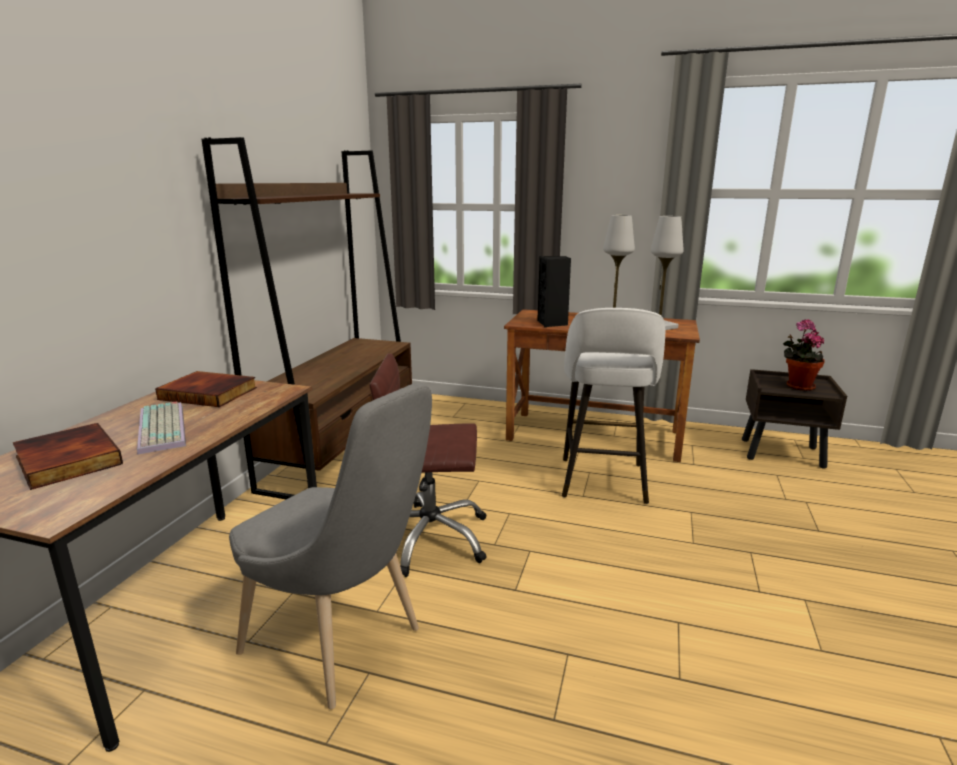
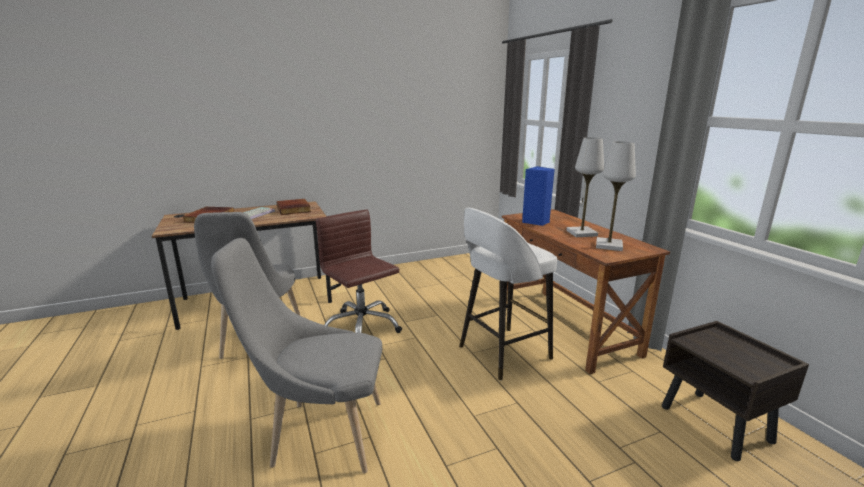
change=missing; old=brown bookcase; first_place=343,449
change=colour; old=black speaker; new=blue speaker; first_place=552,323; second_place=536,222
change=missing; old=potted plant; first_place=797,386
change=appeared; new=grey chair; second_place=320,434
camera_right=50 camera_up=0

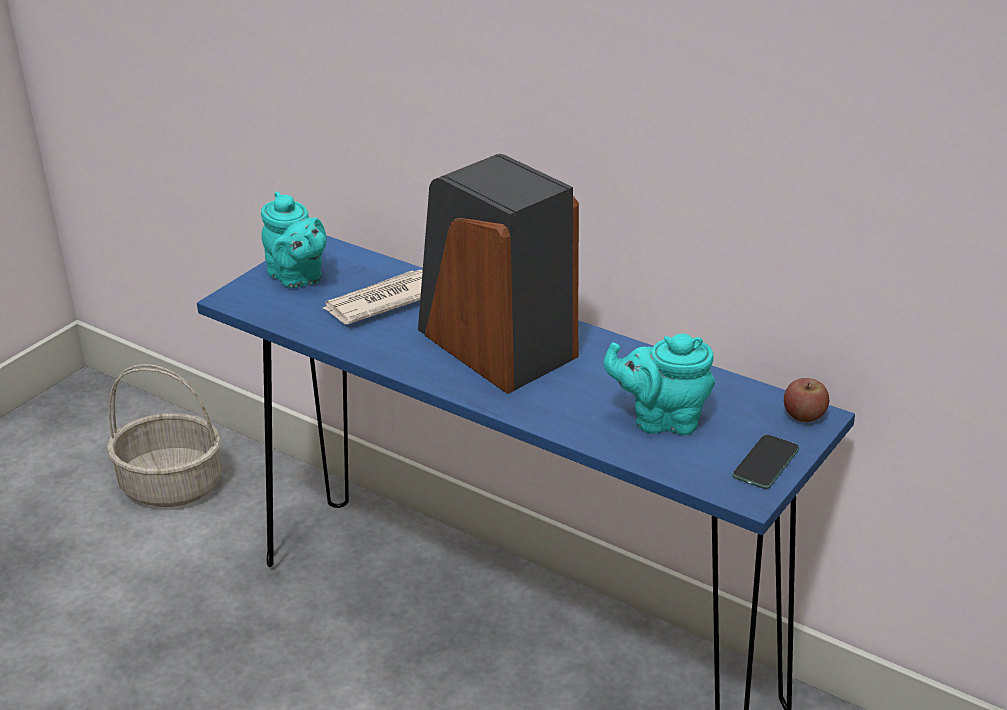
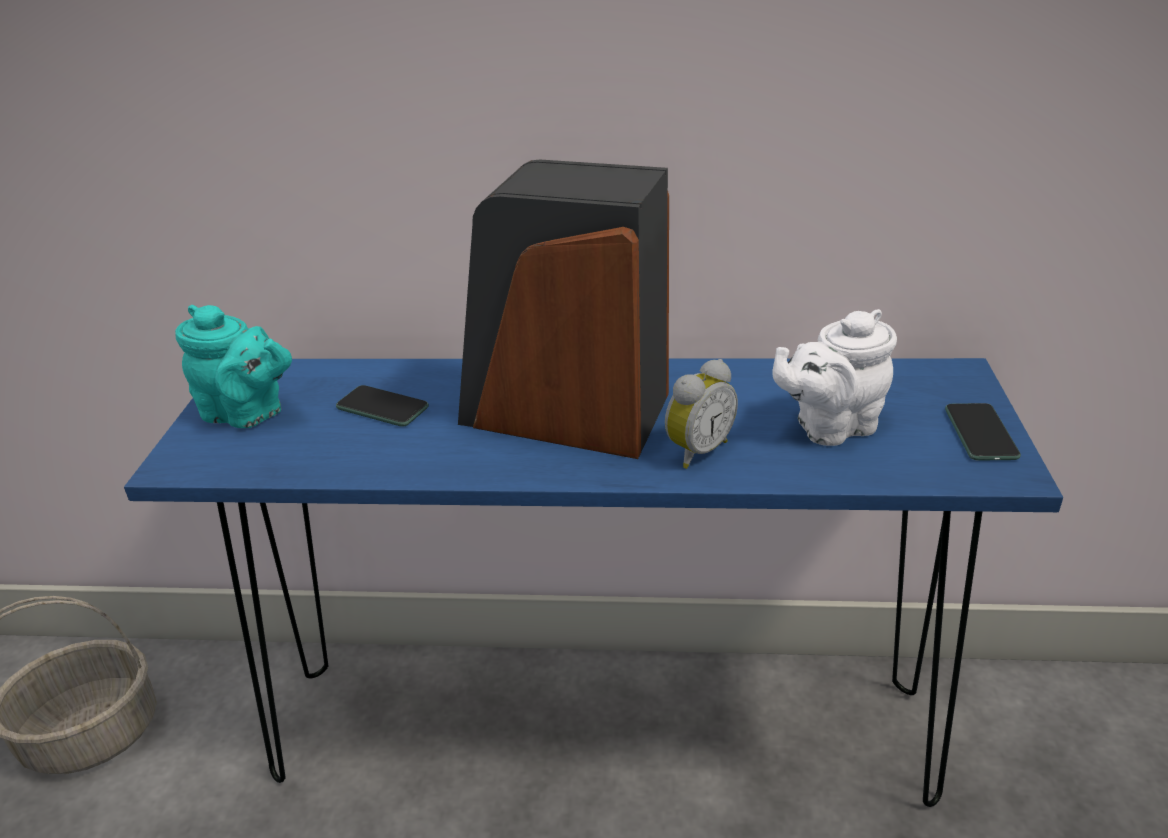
change=exchanged; old=newspaper; new=phone; first_place=382,302; second_place=382,407
change=colour; old=turquoise teapot; new=white teapot; first_place=662,420; second_place=830,427
change=missing; old=apple; first_place=804,415
change=appeared; new=alarm clock; second_place=696,450
camera_right=-30 camera_up=0

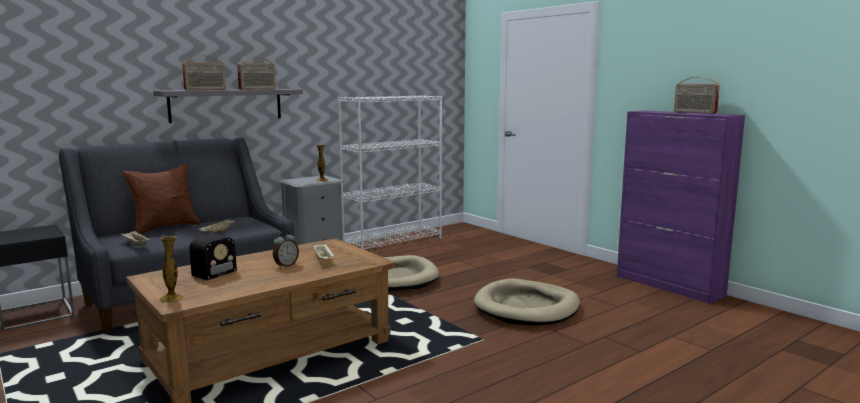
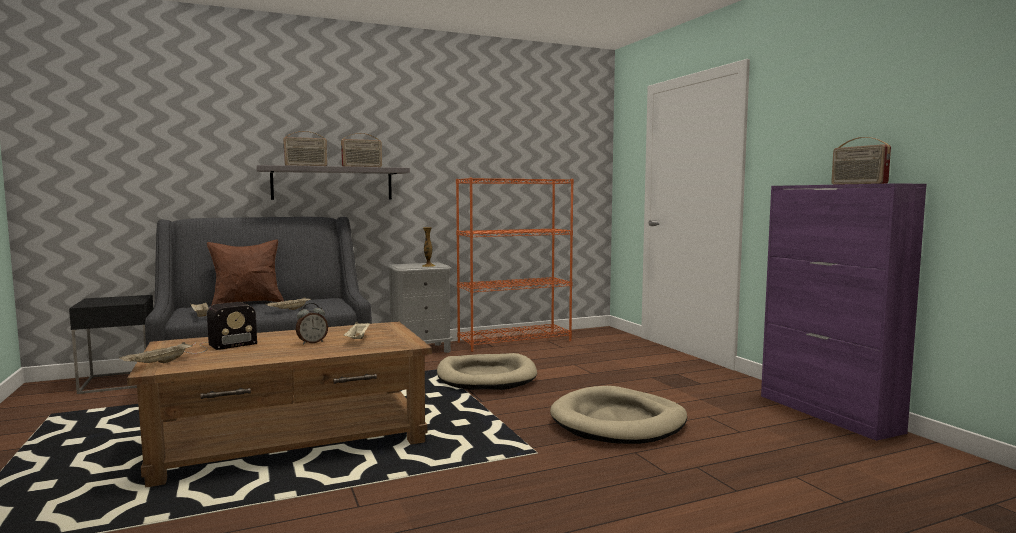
change=exchanged; old=vase; new=beige tray; first_place=171,298; second_place=158,364
change=colour; old=white bookcase; new=orange bookcase; first_place=393,242; second_place=515,341
camera_right=15 camera_up=-5

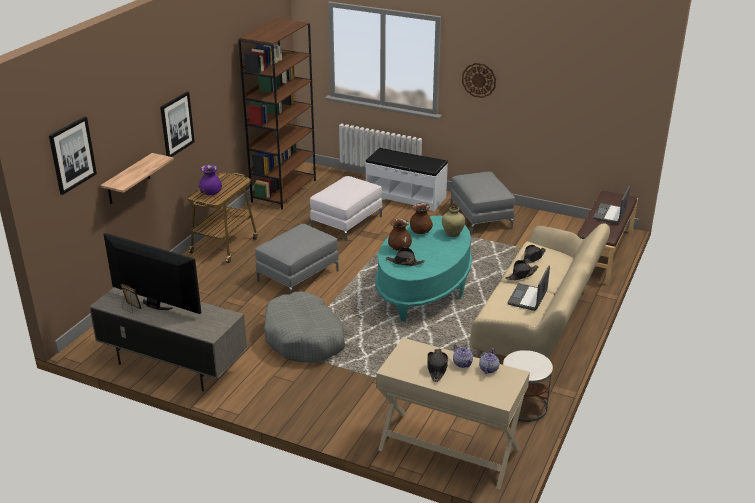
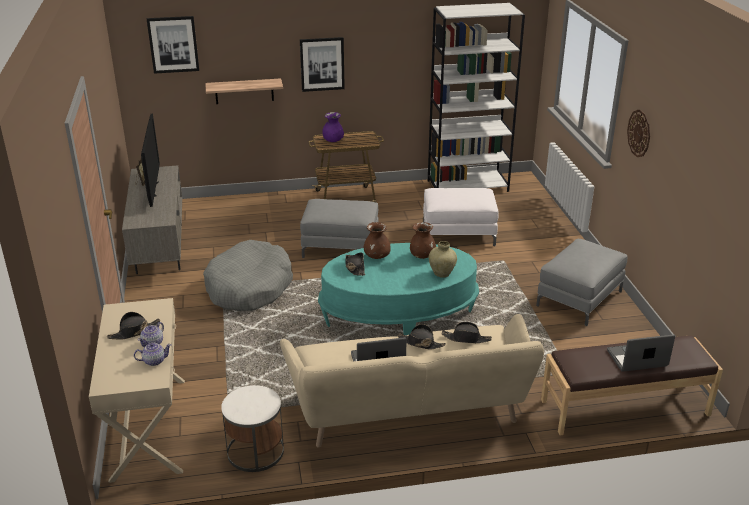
change=colour; old=brown bookcase; new=white bookcase; first_place=284,191; second_place=468,186
change=missing; old=white bench; first_place=406,196
camera_right=55 camera_up=0

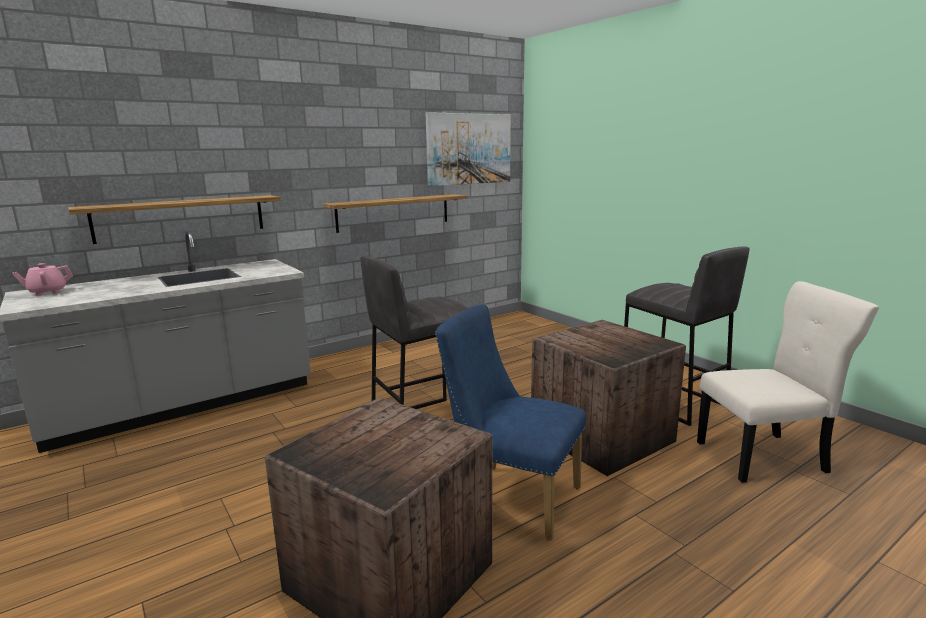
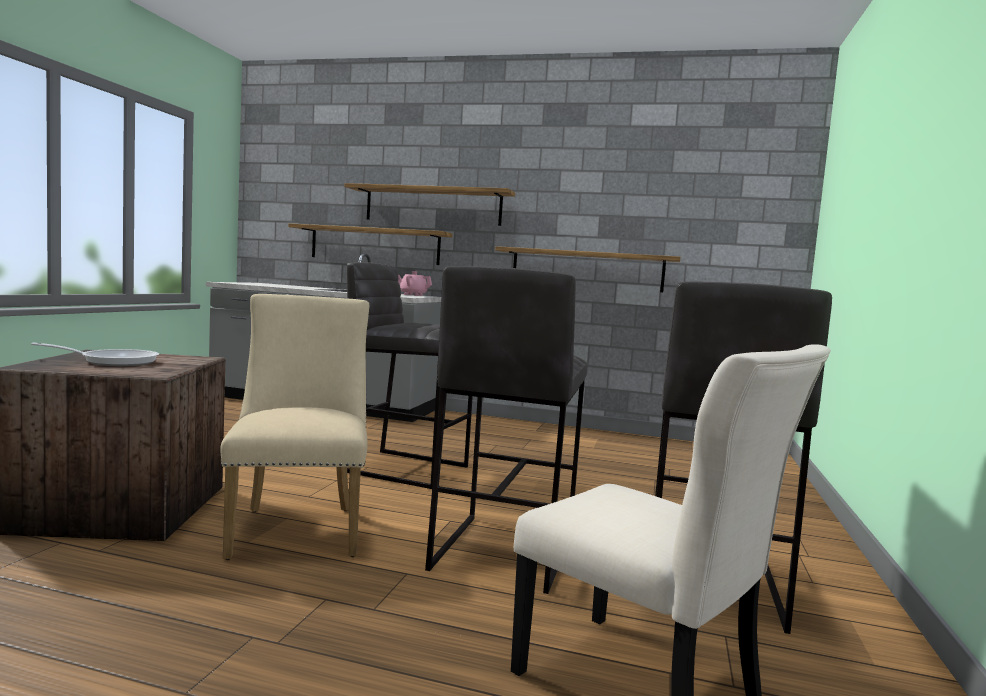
change=relocated; old=pink teapot; first_place=47,292; second_place=413,295
change=missing; old=picture; first_place=469,149
change=colour; old=blue chair; new=beige chair; first_place=510,496; second_place=298,527
change=exchanged; old=crate; new=grey stool; first_place=601,438; second_place=502,551
change=appeared; new=frying pan; second_place=113,361
change=appeared; new=shelf; second_place=433,206
camera_right=50 camera_up=-10

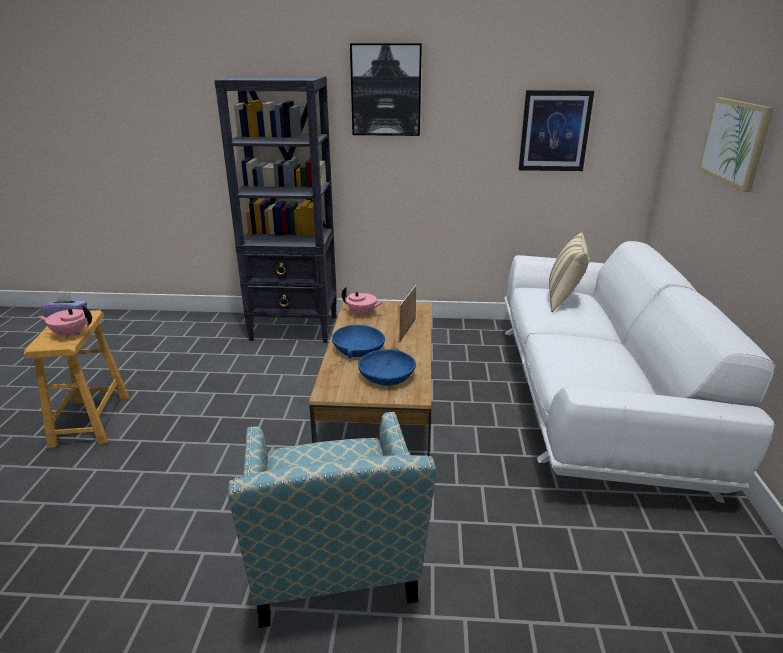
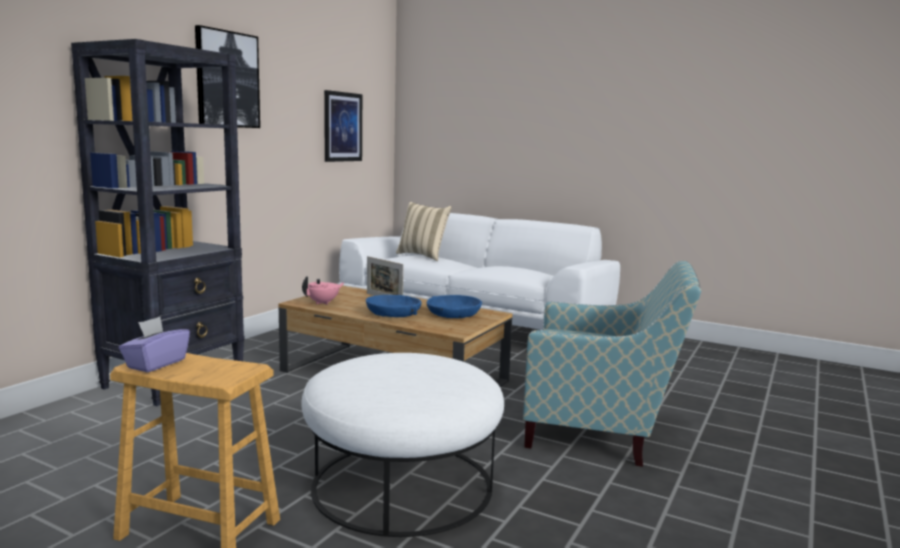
change=missing; old=pink teapot; first_place=70,334
change=missing; old=picture; first_place=734,142
change=appeared; new=white ottoman; second_place=402,484
camera_right=-65 camera_up=-15

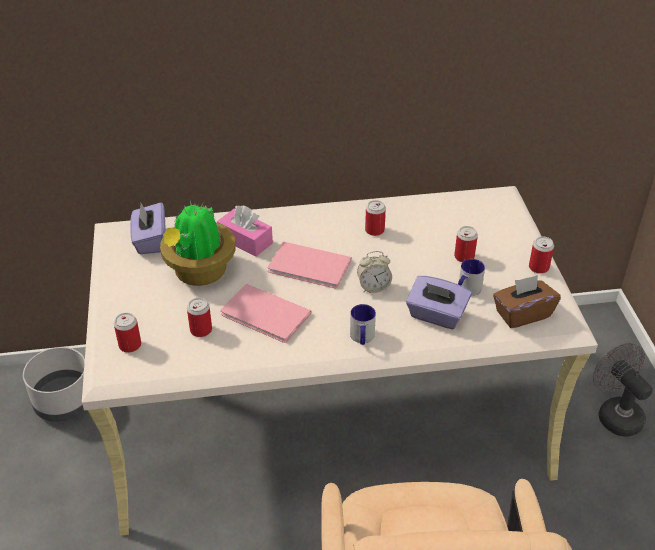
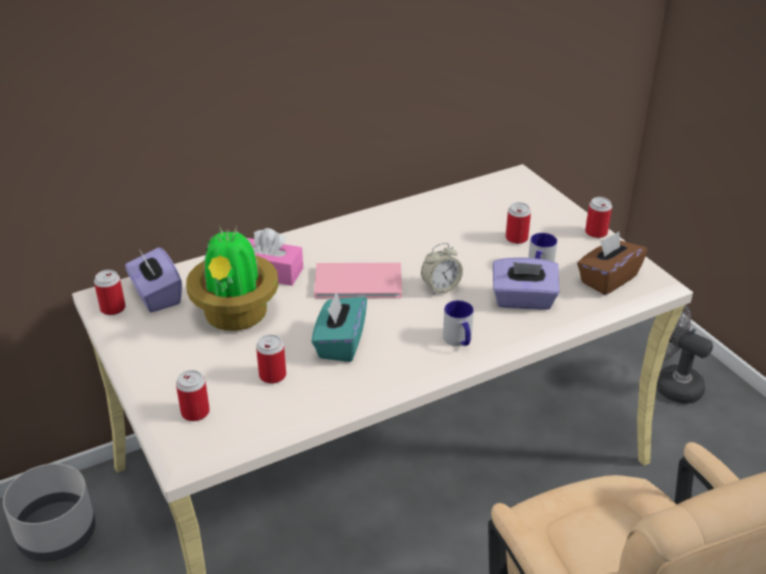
change=exchanged; old=pink book; new=turquoise tissue box; first_place=266,316; second_place=340,343
change=relocated; old=can; first_place=374,230; second_place=113,308
camera_right=-20 camera_up=-5

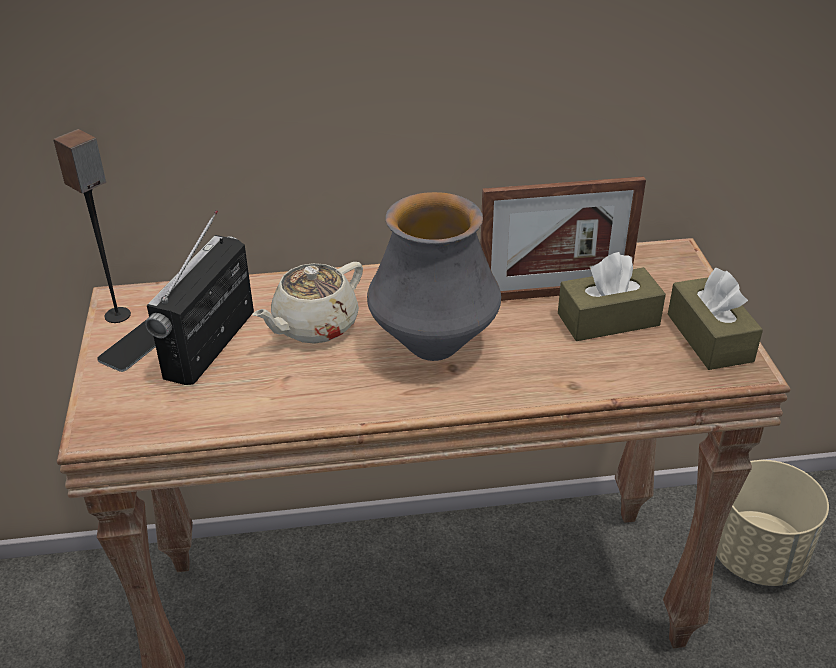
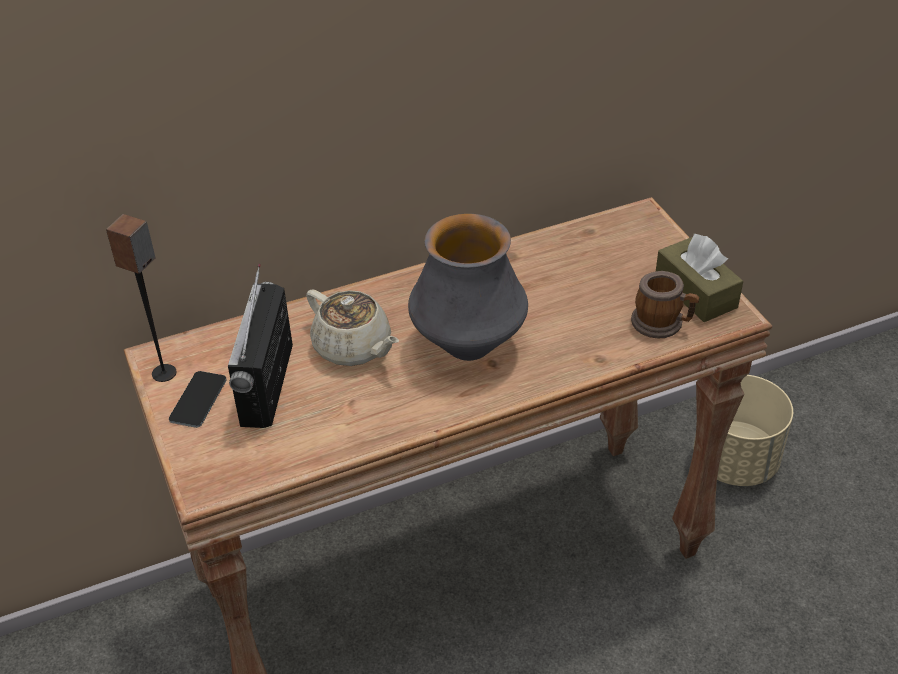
change=spun; old=beige teapot; first_place=314,326; second_place=353,348; degrees=-75
change=missing; old=picture frame; first_place=554,294
change=missing; old=brown tissue box; first_place=608,319
change=appeared; new=mug; second_place=662,323
camera_right=-15 camera_up=5

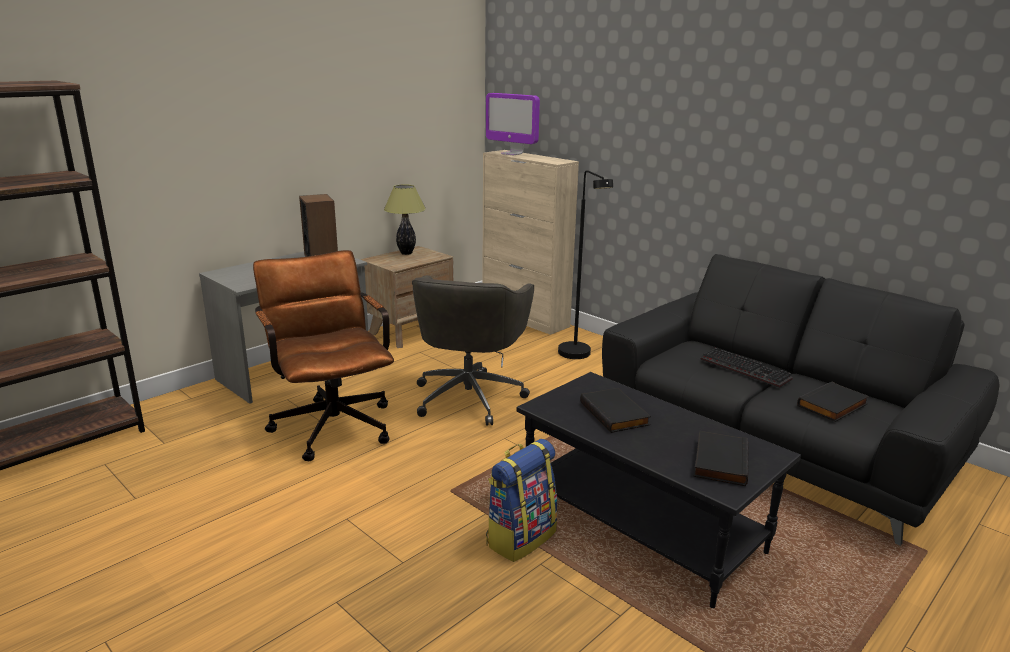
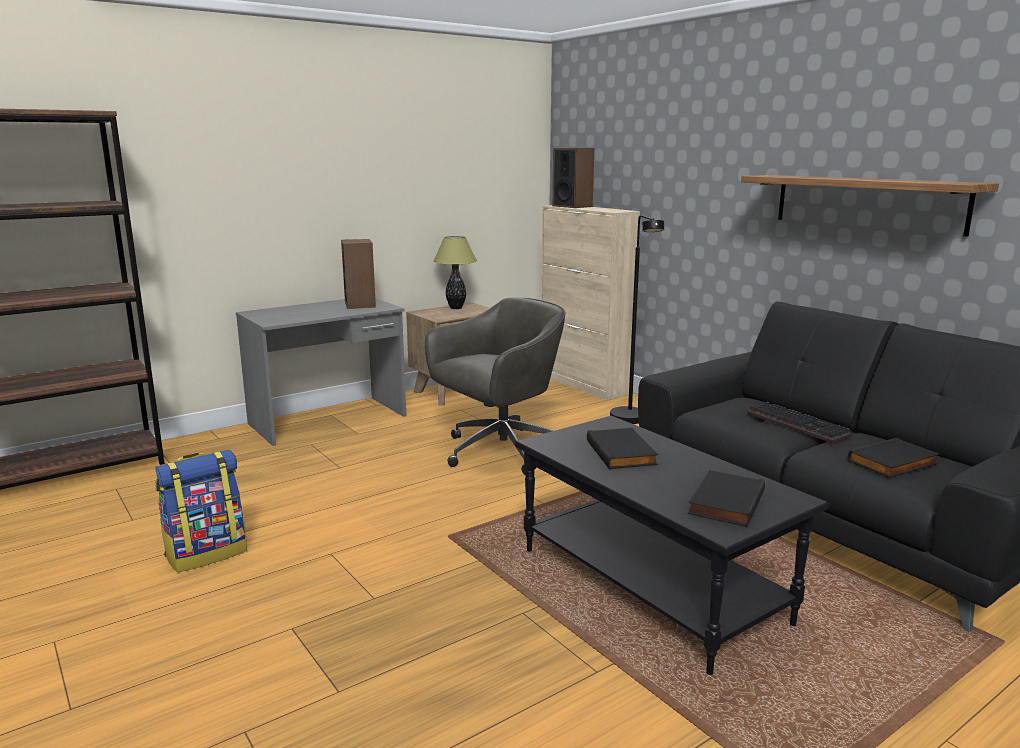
change=missing; old=brown office chair; first_place=331,422
change=spun; old=grey office chair; first_place=469,396; second_place=499,452; degrees=-150
change=exchanged; old=monitor; new=speaker; first_place=512,154; second_place=572,206
change=relocated; old=backpack; first_place=520,537; second_place=207,553
change=appeared; new=shelf; second_place=867,203
camera_right=10 camera_up=-5

